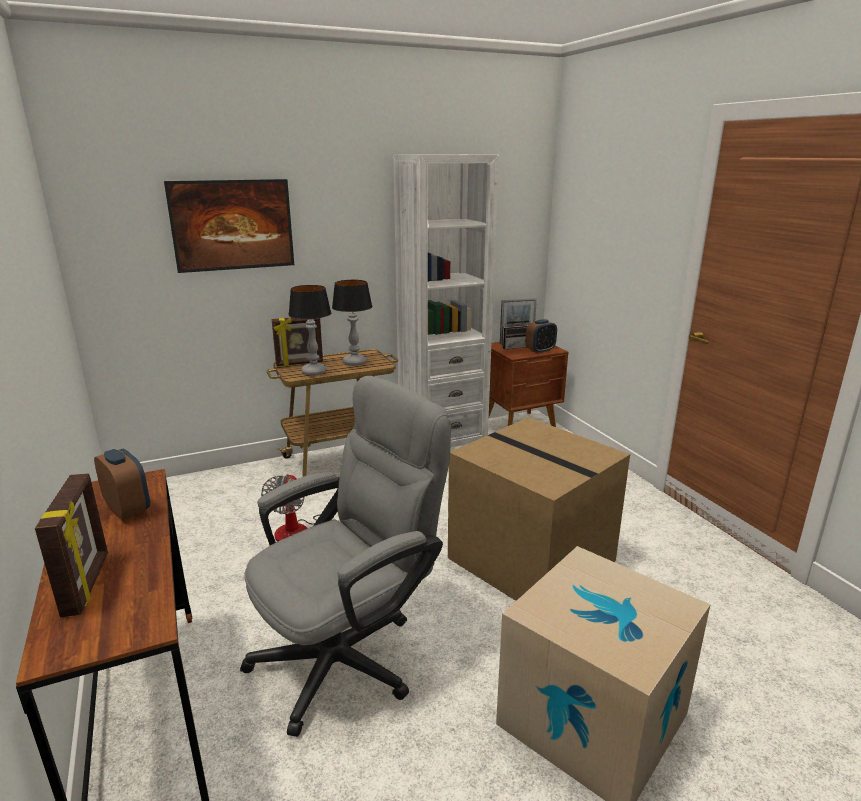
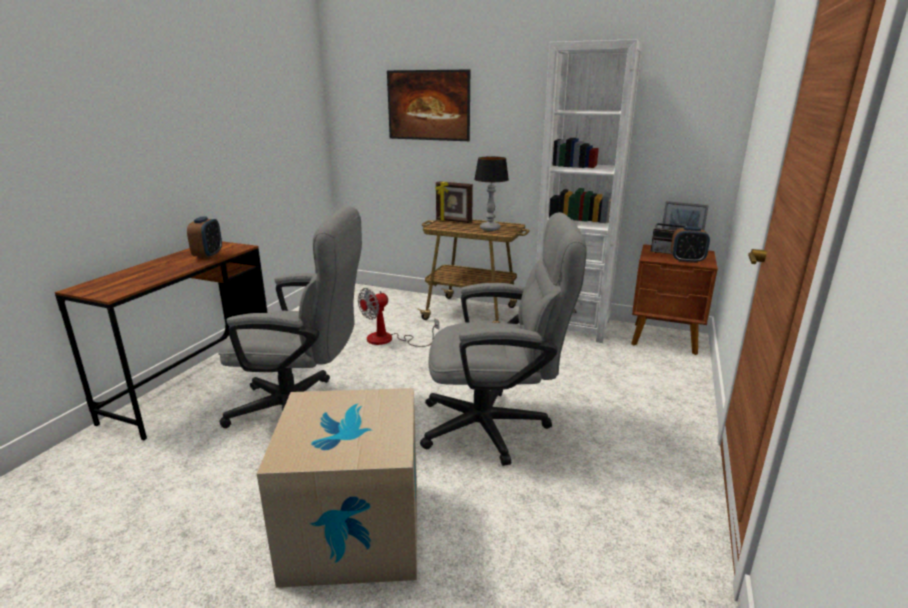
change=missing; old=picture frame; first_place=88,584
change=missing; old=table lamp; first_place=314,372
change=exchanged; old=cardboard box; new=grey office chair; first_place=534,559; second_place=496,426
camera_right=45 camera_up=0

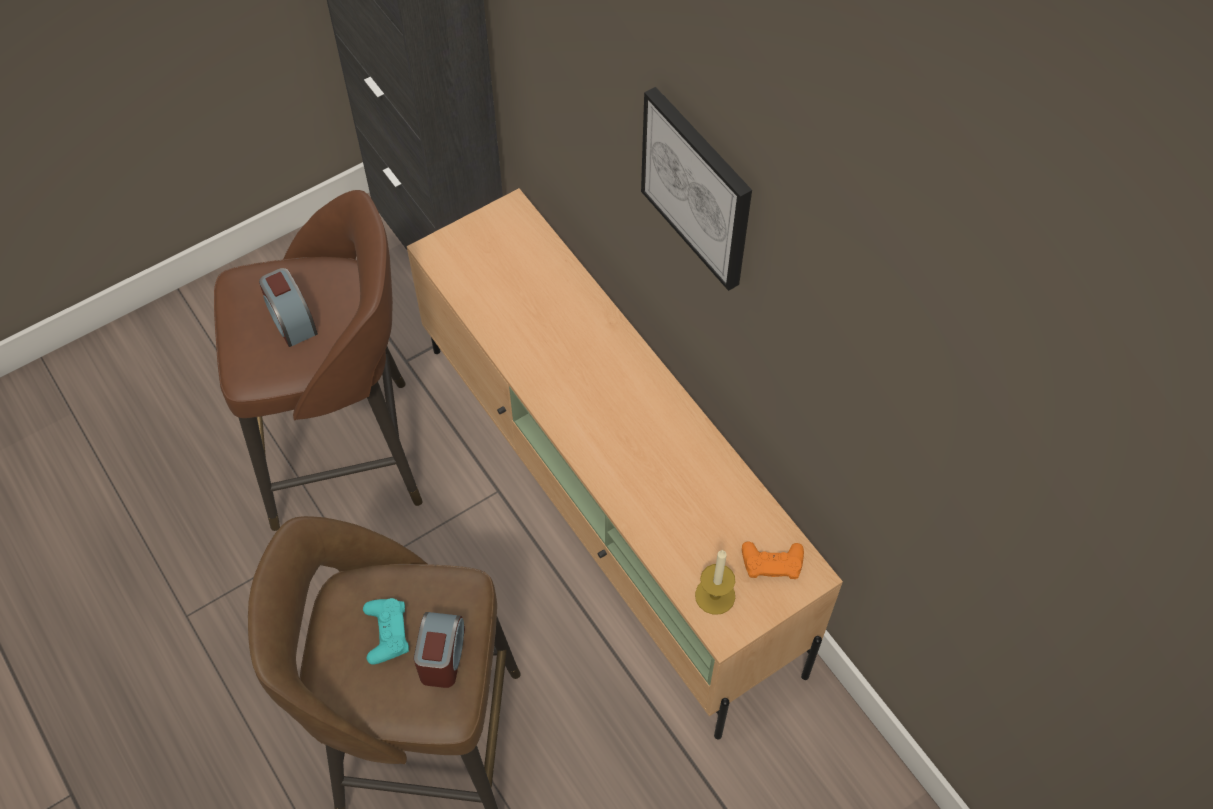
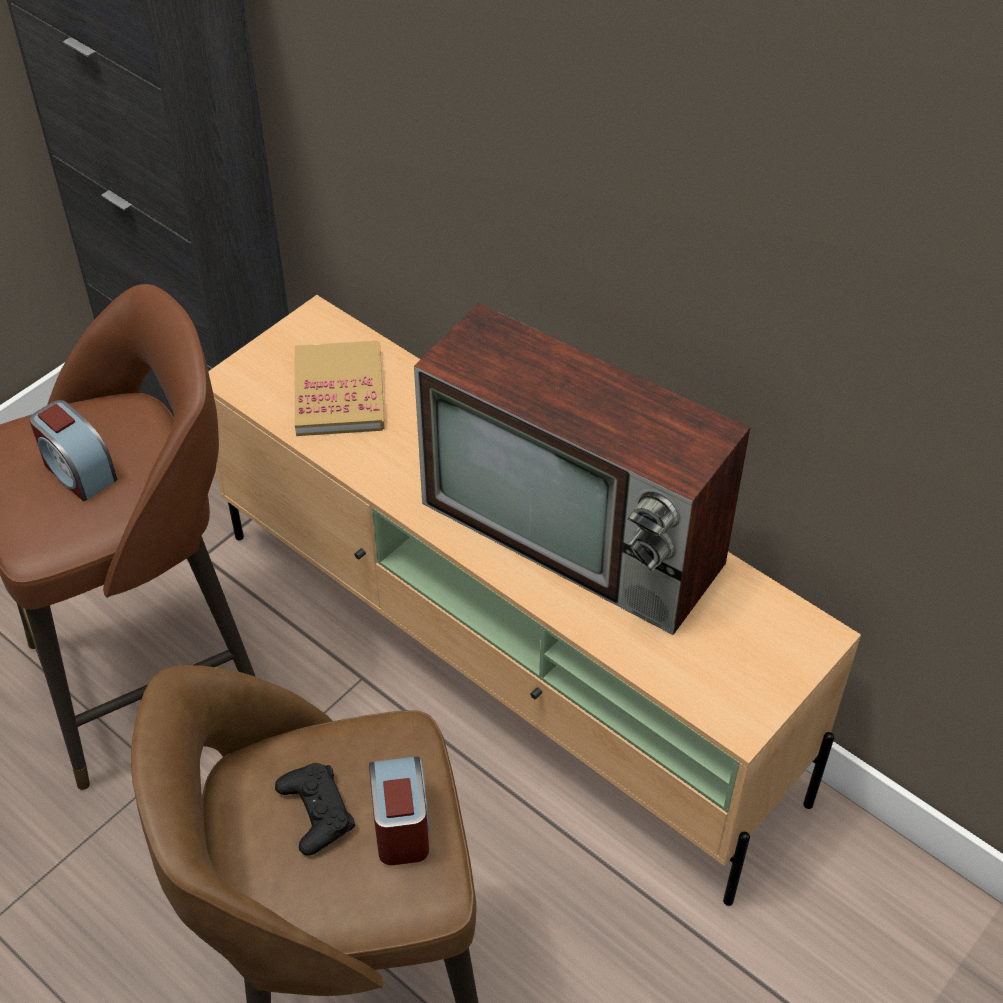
change=colour; old=turquoise game controller; new=black game controller; first_place=386,632; second_place=316,812
change=missing; old=picture; first_place=698,187
change=missing; old=candle; first_place=715,595
change=missing; old=orange game controller; first_place=772,562
change=appeared; new=book; second_place=339,392
change=appeared; new=television; second_place=577,534
camera_right=-15 camera_up=-10

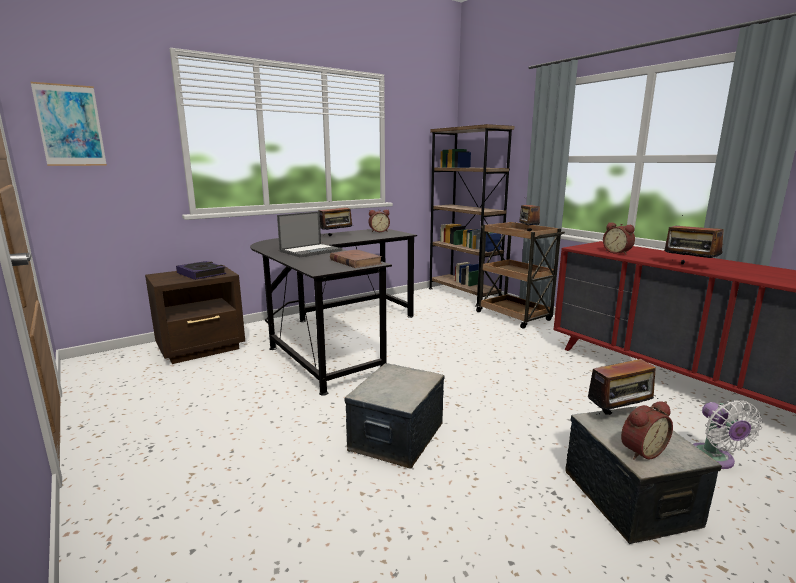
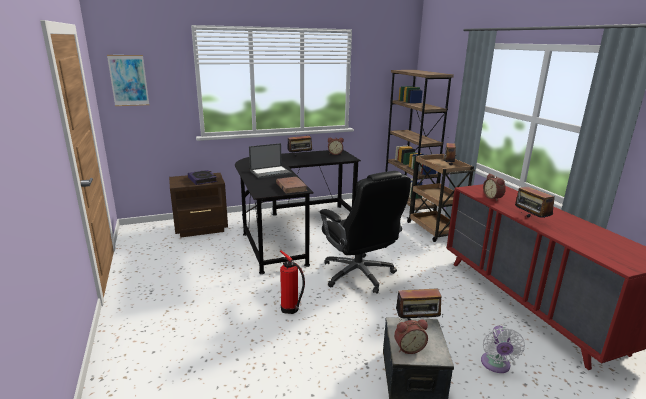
change=exchanged; old=storage box; new=fire extinguisher; first_place=396,436; second_place=290,310
change=appeared; new=black office chair; second_place=359,275
camera_right=15 camera_up=5

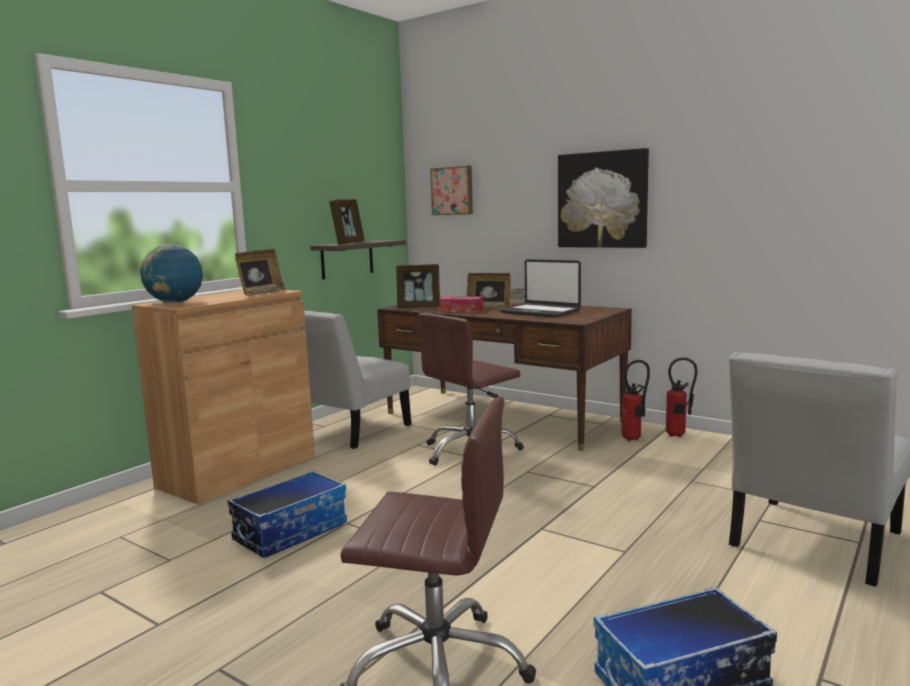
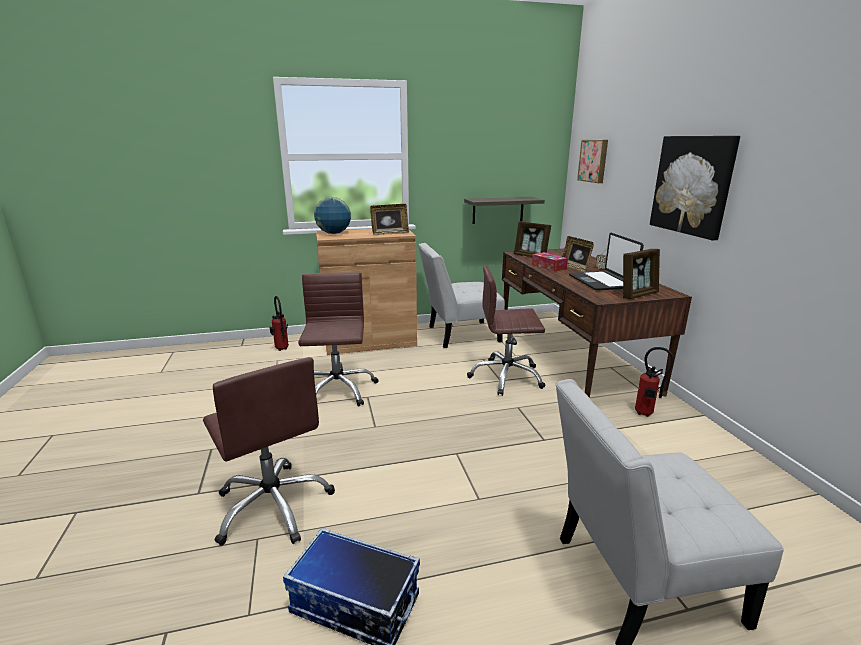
change=exchanged; old=storage box; new=brown office chair; first_place=291,532; second_place=337,390
change=relocated; old=picture frame; first_place=348,243; second_place=638,294
change=relocated; old=fire extinguisher; first_place=678,435; second_place=281,349
camera_right=40 camera_up=10

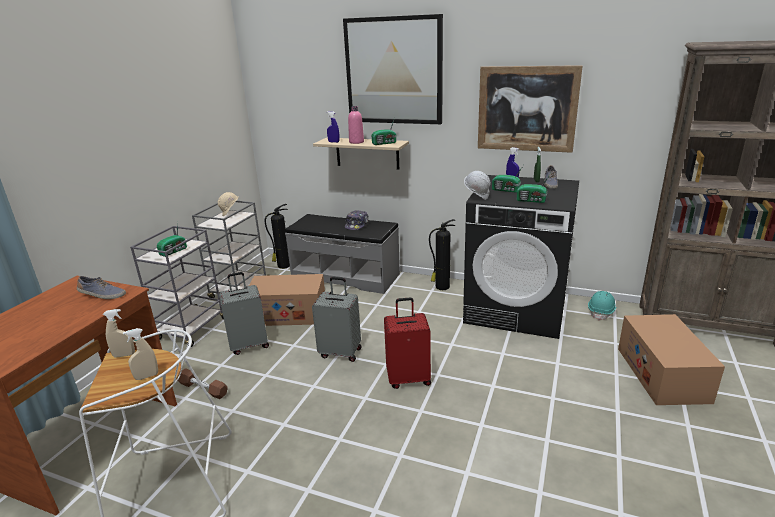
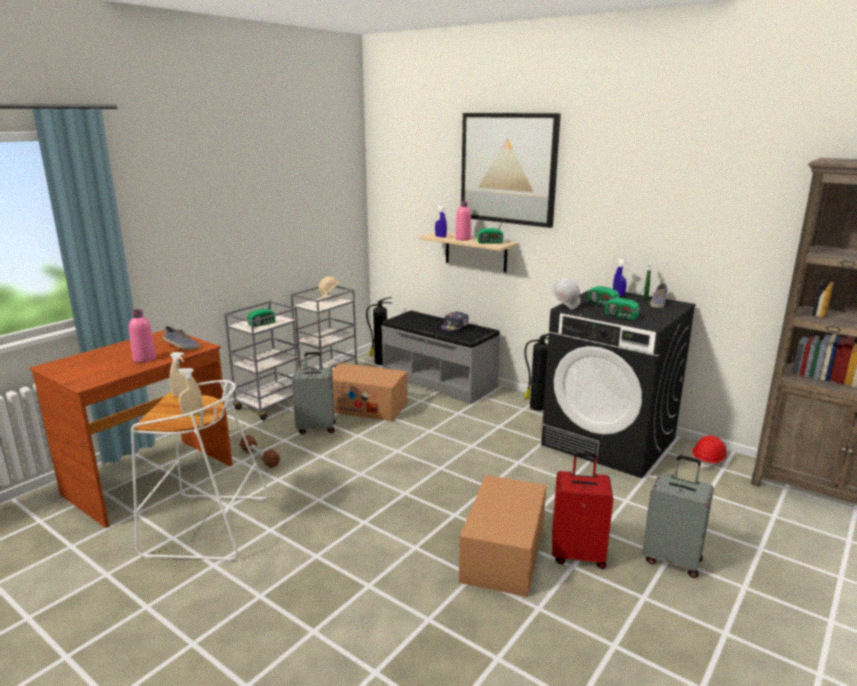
change=relocated; old=grey suitcase; first_place=341,352; second_place=672,559
change=relocated; old=red suitcase; first_place=408,378; second_place=578,555
change=missing; old=picture; first_place=527,109
change=colour; old=turquoise hard hat; new=red hard hat; first_place=601,312; second_place=709,461
change=relocated; old=cardboard box; first_place=662,374; second_place=503,553
change=appeared; new=pink bottle; second_place=144,359
camera_right=15 camera_up=-5

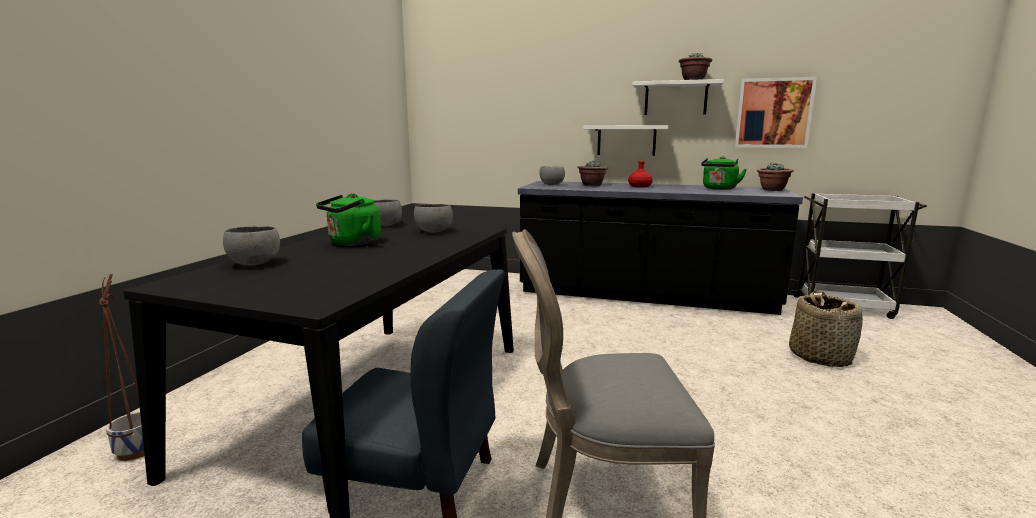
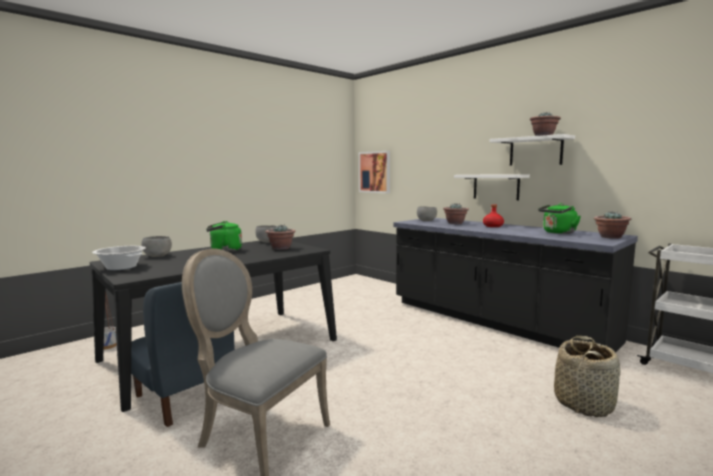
change=exchanged; old=grey bowl; new=potted plant; first_place=433,232; second_place=281,248
change=relocated; old=picture; first_place=773,113; second_place=374,172
change=appeared; new=cooking pot; second_place=121,267
camera_right=30 camera_up=-5

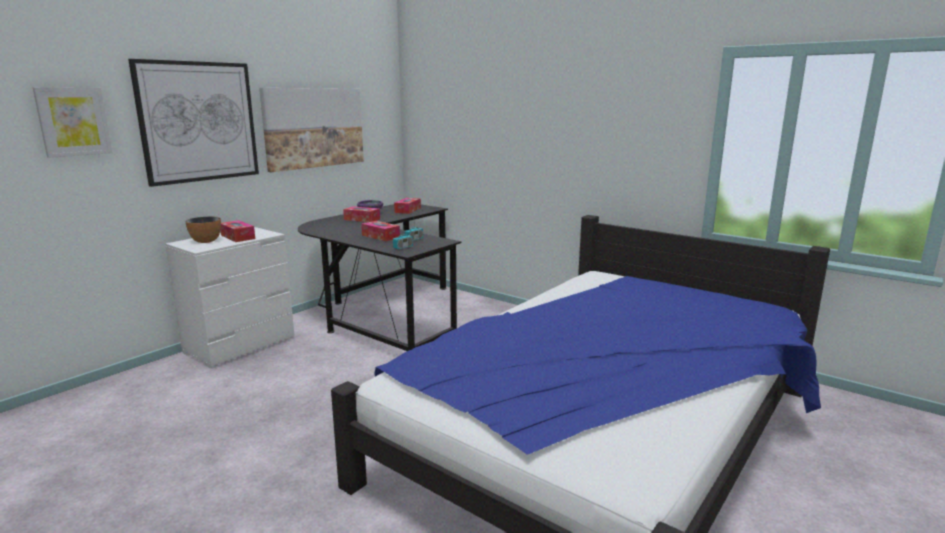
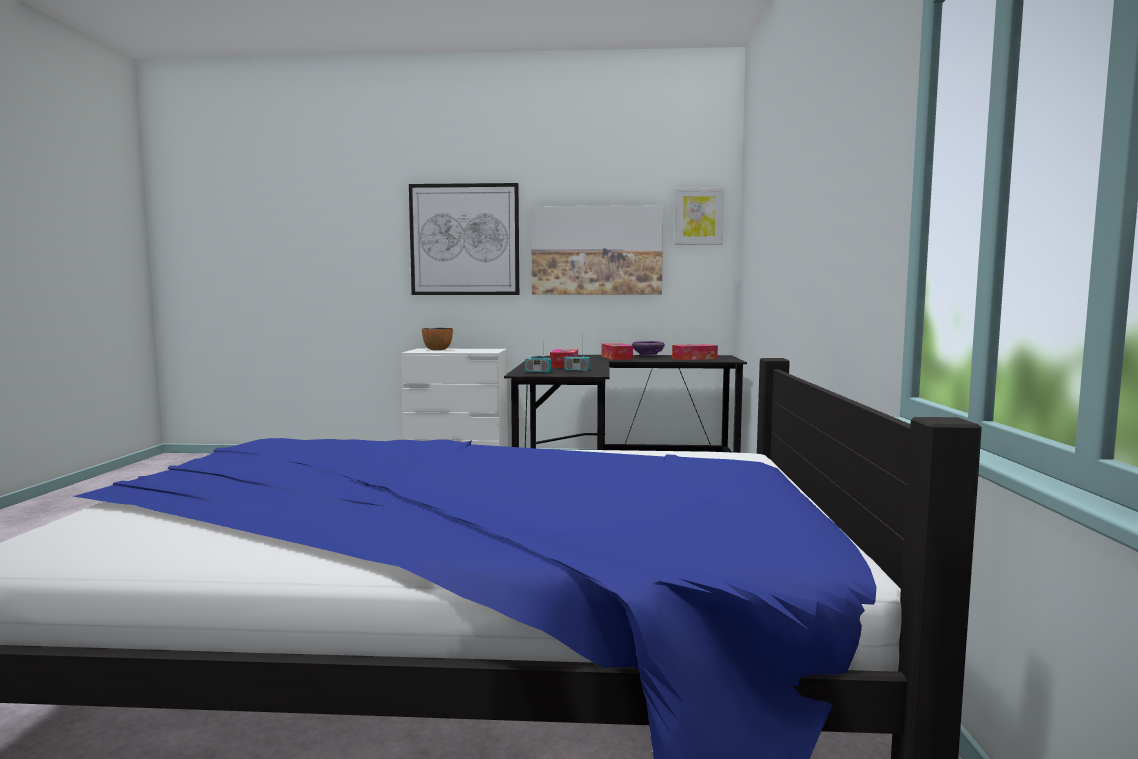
change=relocated; old=picture; first_place=73,121; second_place=698,216
change=missing; old=tissue box; first_place=238,237
camera_right=55 camera_up=-10

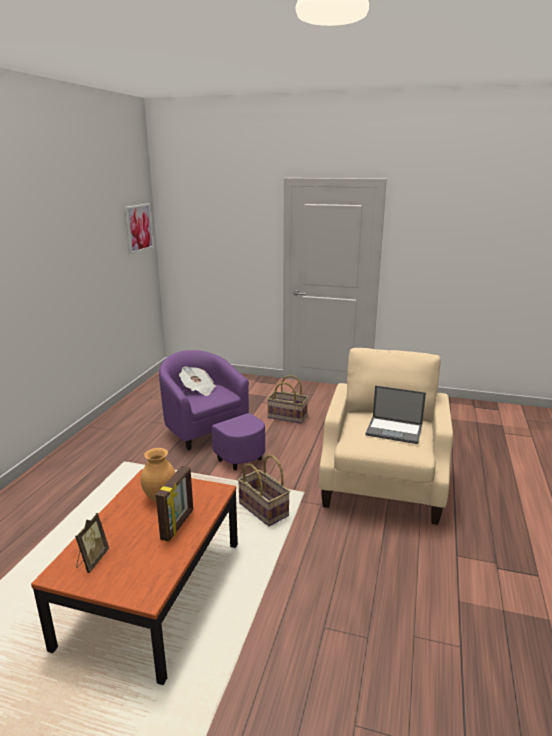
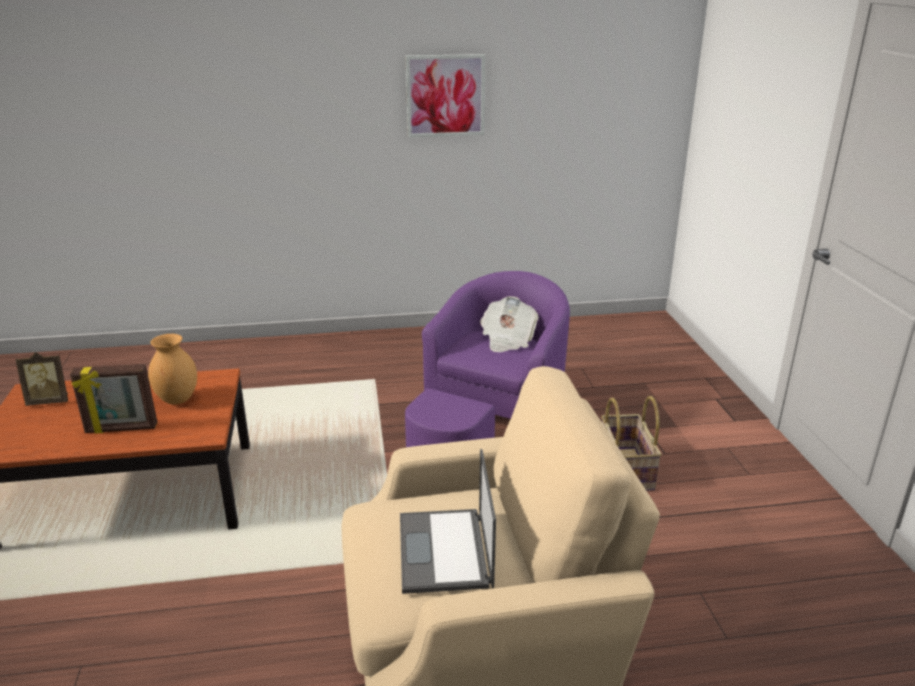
change=relocated; old=picture; first_place=139,228; second_place=445,95
change=missing; old=basket; first_place=264,509
camera_right=65 camera_up=5

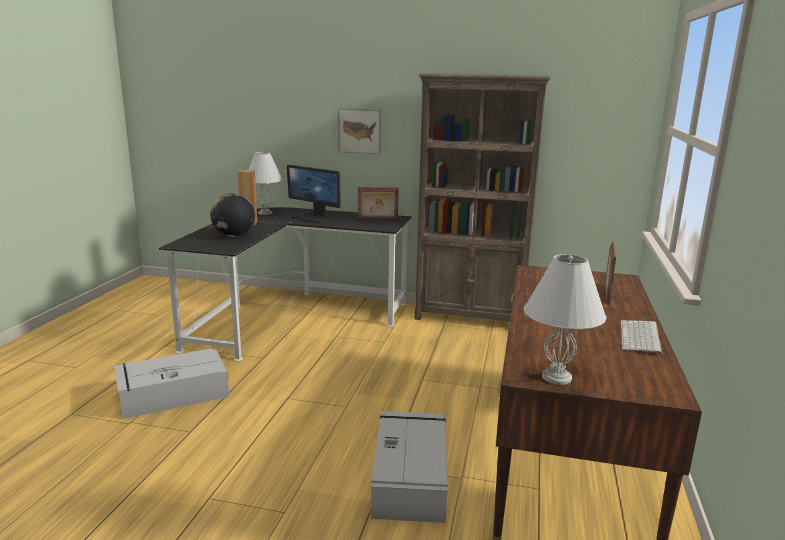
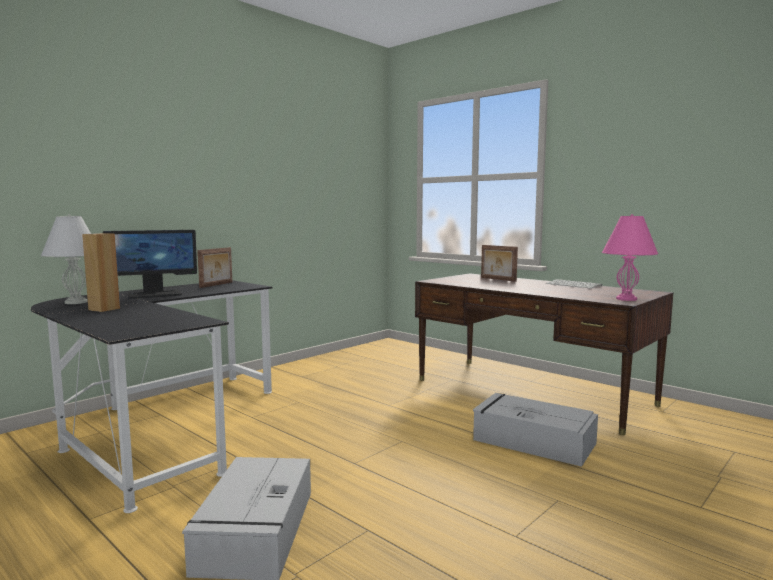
change=missing; old=globe; first_place=234,235
change=missing; old=picture; first_place=359,131
change=missing; old=brown bookcase; first_place=470,317
change=colour; old=white table lamp; new=pink table lamp; first_place=557,378; second_place=627,299
camera_right=-60 camera_up=-10

